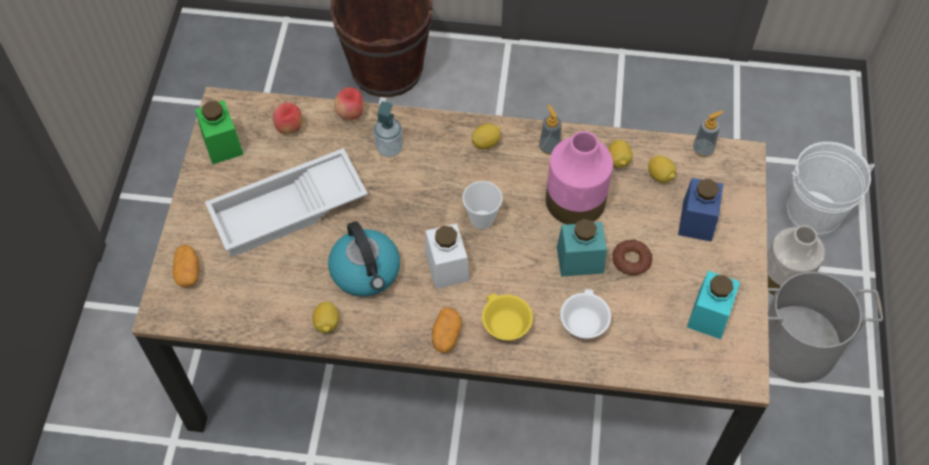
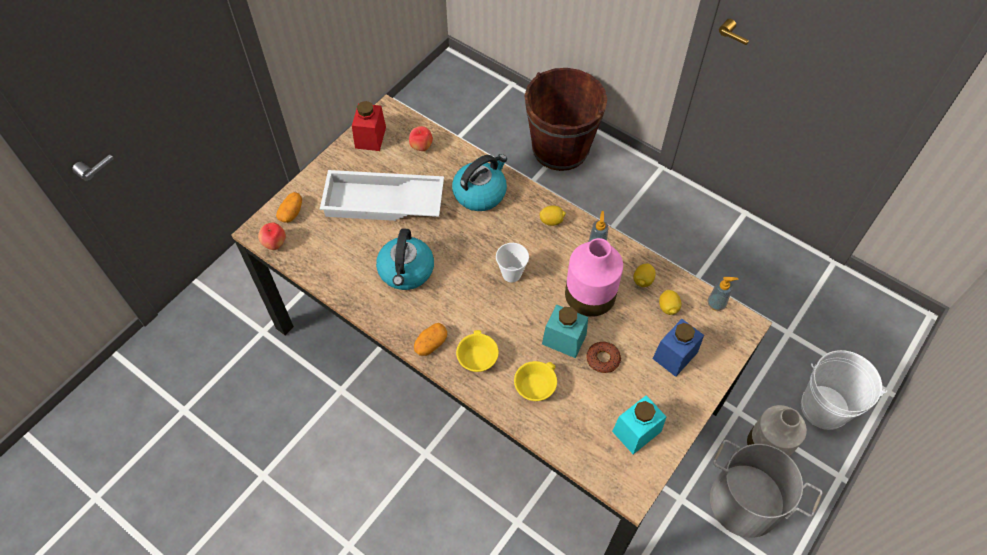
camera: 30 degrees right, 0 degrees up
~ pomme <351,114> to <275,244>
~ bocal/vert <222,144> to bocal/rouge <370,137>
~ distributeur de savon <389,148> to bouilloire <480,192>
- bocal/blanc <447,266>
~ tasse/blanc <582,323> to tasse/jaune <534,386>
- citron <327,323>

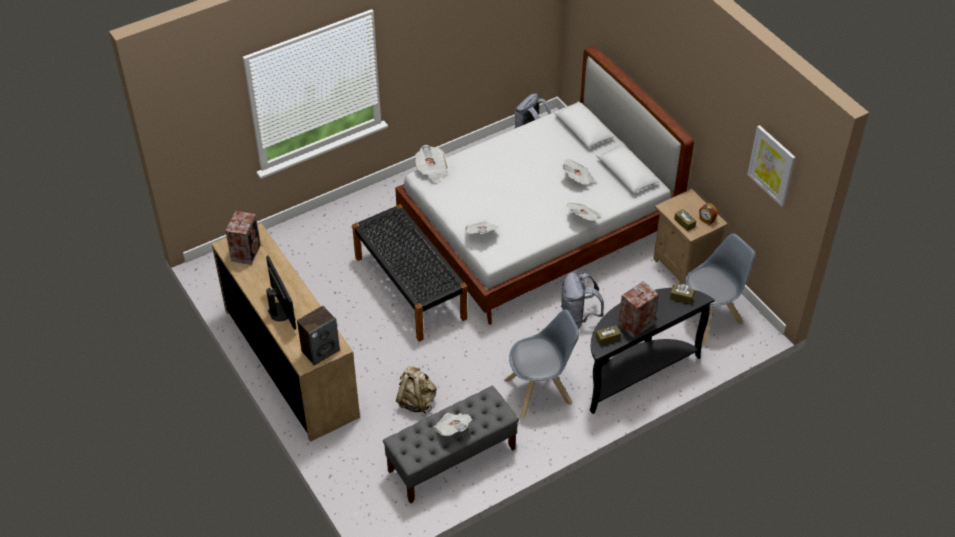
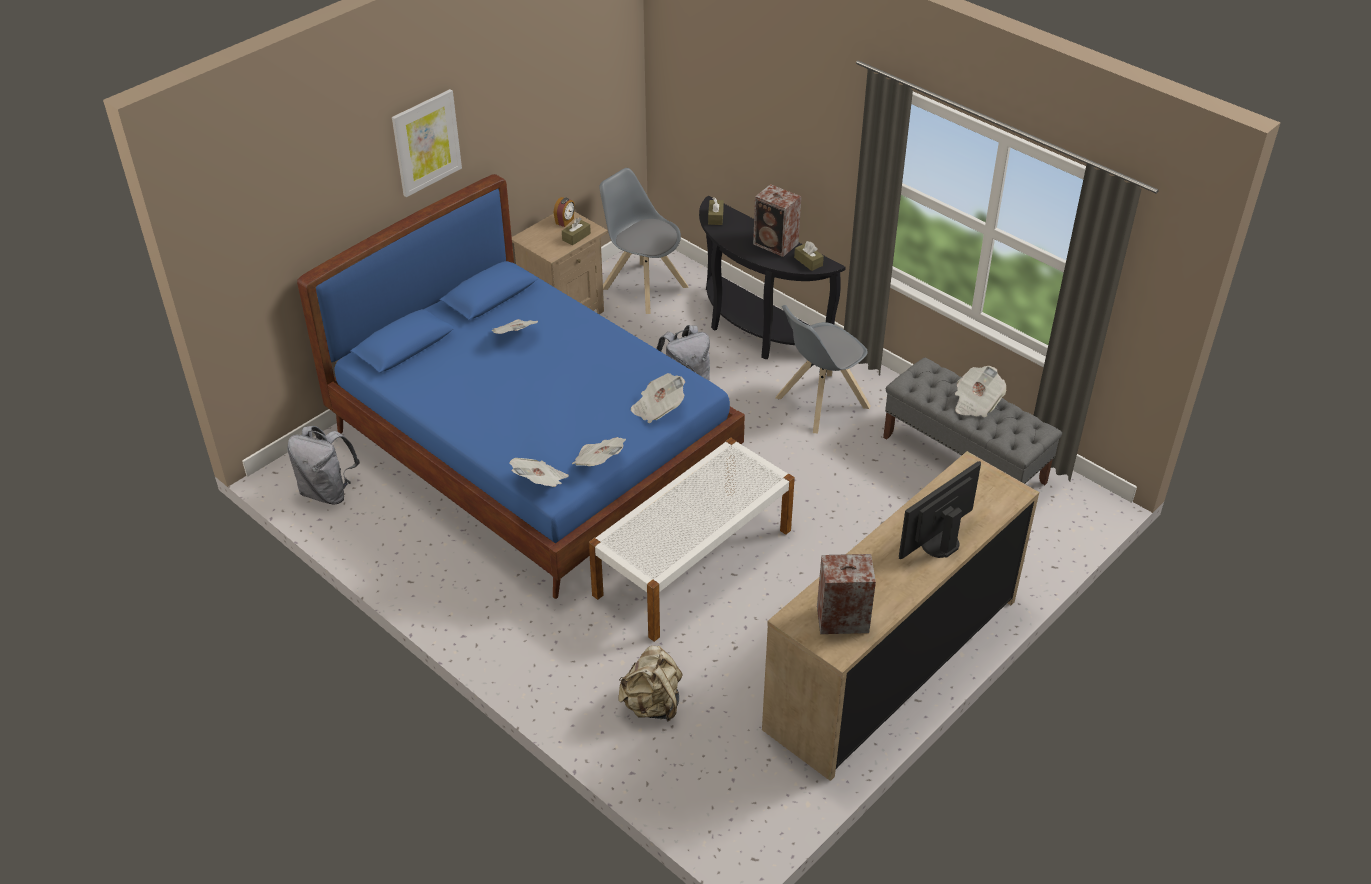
camera: 105 degrees left, 5 degrees down
~ lit/blanc <538,230> to lit/bleu <534,451>
~ tableau <772,165> to <426,142>
~ journal <584,218> to <599,462>
~ banc/noir <410,287> to banc/blanc <693,562>
- enceinte <320,350>
~ chaise/gris <540,391> = <820,403> 90 degrees counterclockwise
~ sac à dos/beige <416,401> to <652,704>

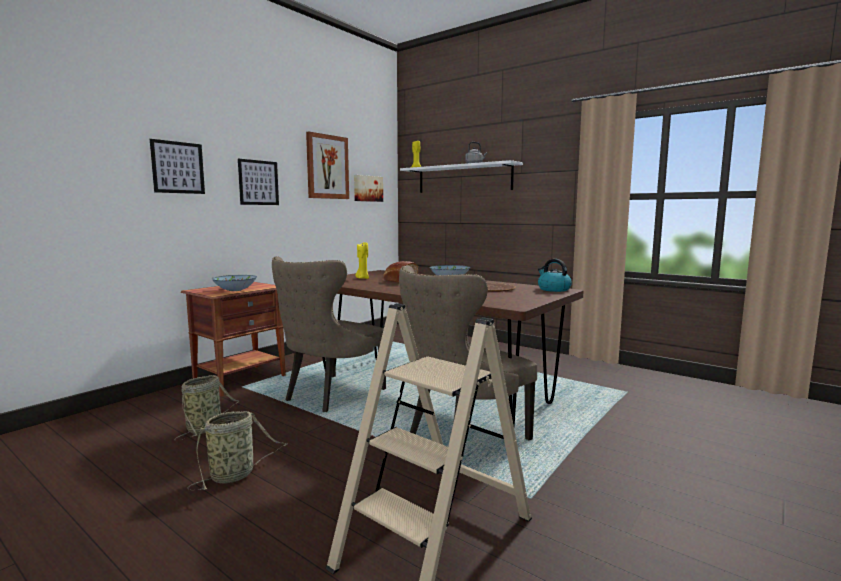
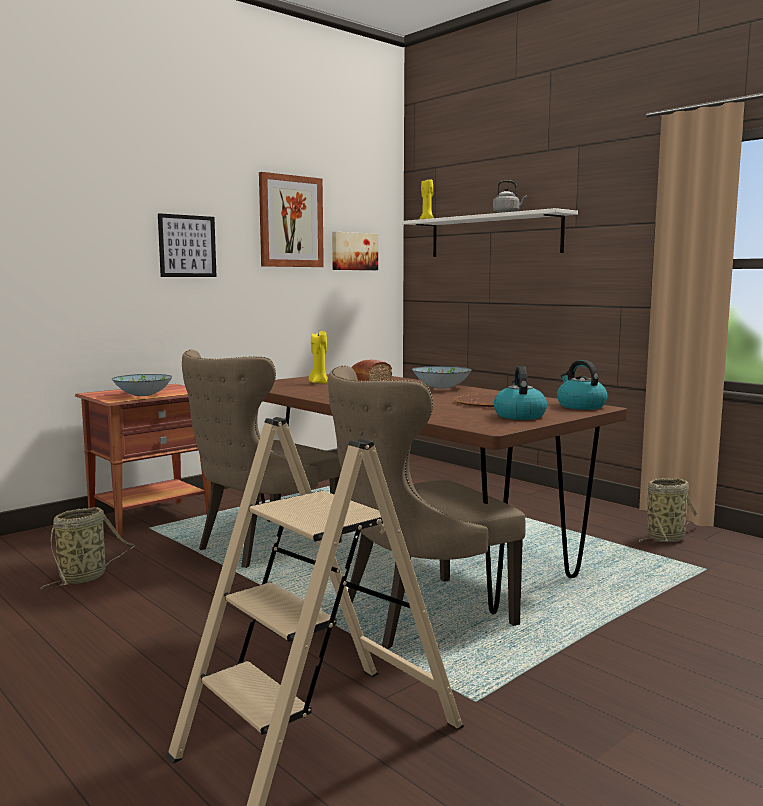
camera: 10 degrees right, 0 degrees up
- tableau <178,167>
~ panier <235,475> to <667,538>
+ bouilloire <519,416>

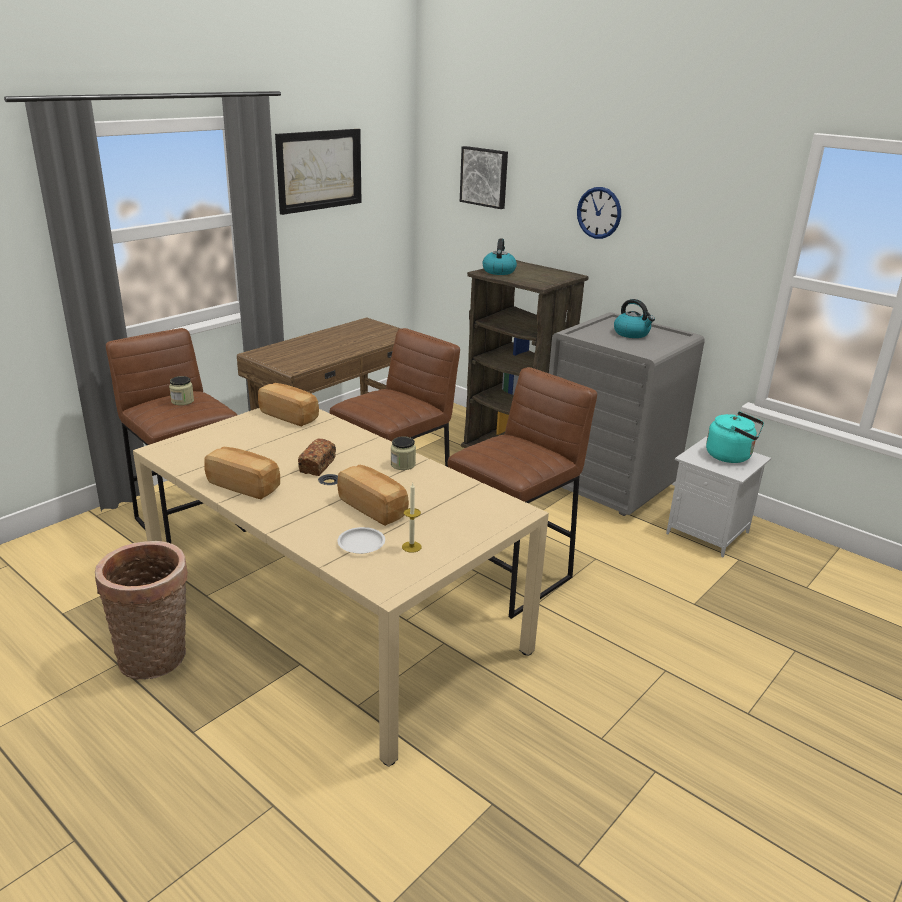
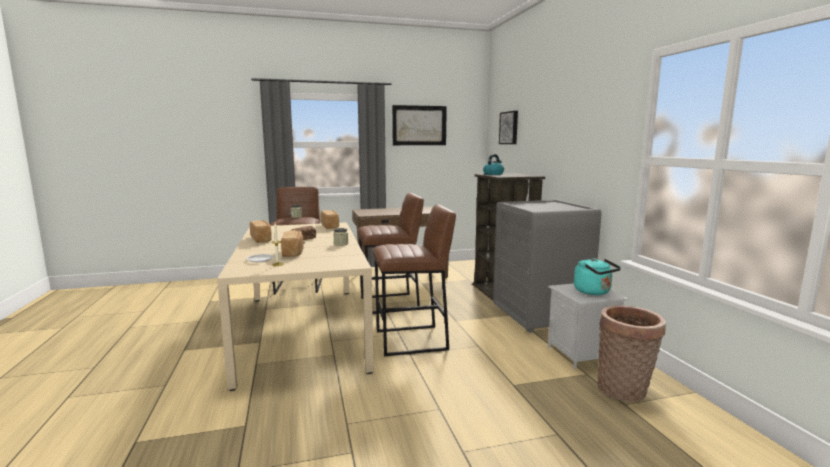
camera: 35 degrees right, 15 degrees down
- horloge murale <599,213>
- bouilloire <632,333>
~ panier <156,658> to <624,391>

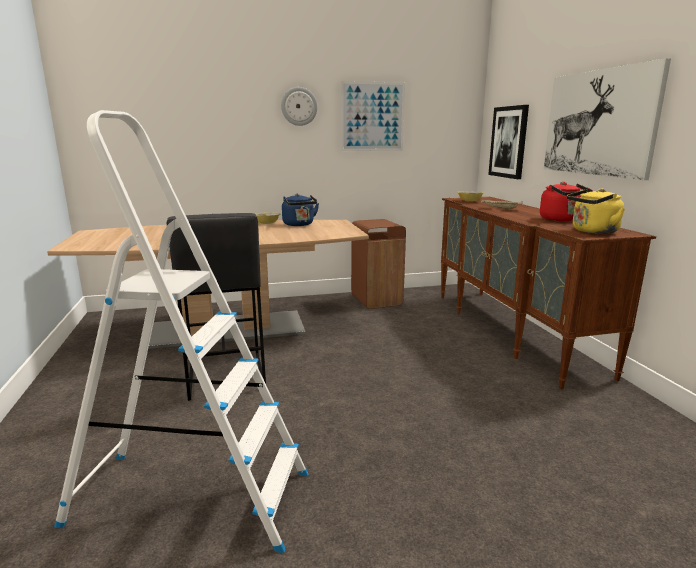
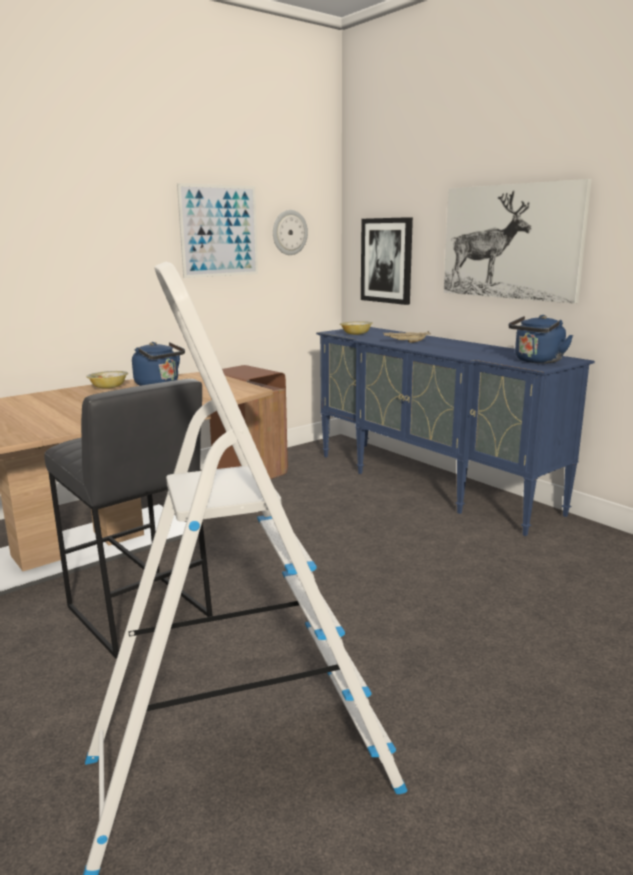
camera: 25 degrees left, 0 degrees up
~ horloge murale <299,106> to <289,232>
- bouilloire/rouge <561,220>
~ bouilloire/jaune <592,231> to bouilloire/bleu <537,361>
~ meuble de rangement/marron <510,331> to meuble de rangement/bleu <430,483>

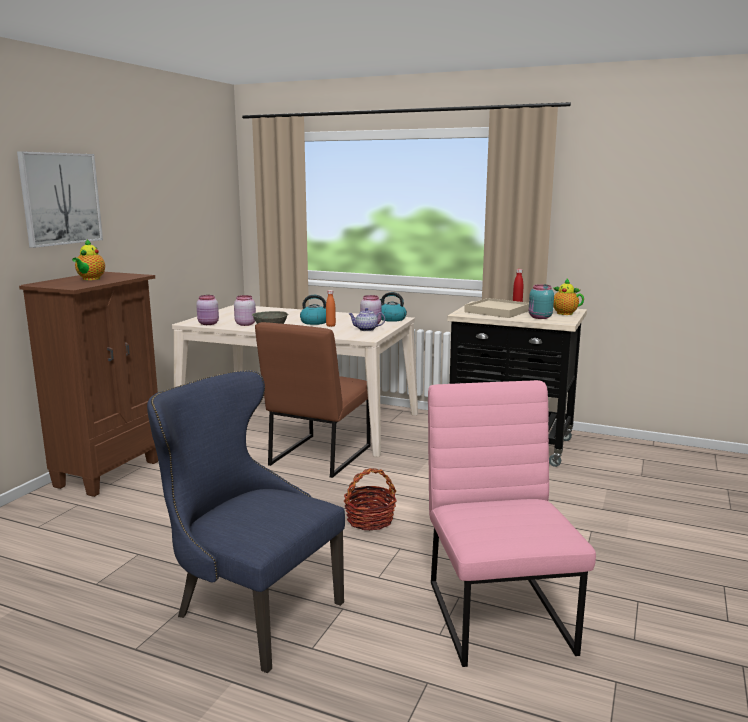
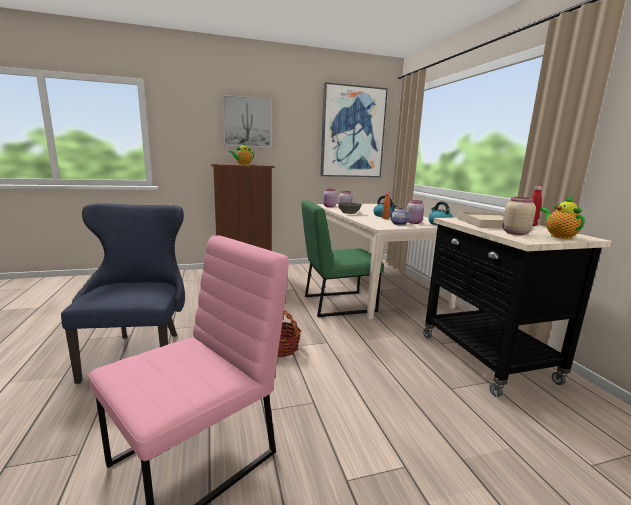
camera: 50 degrees right, 0 degrees up
~ bocal/turquoise <539,317> to bocal/beige <514,233>
~ chaise/marron <318,456> to chaise/vert <337,303>
+ tableau <352,132>

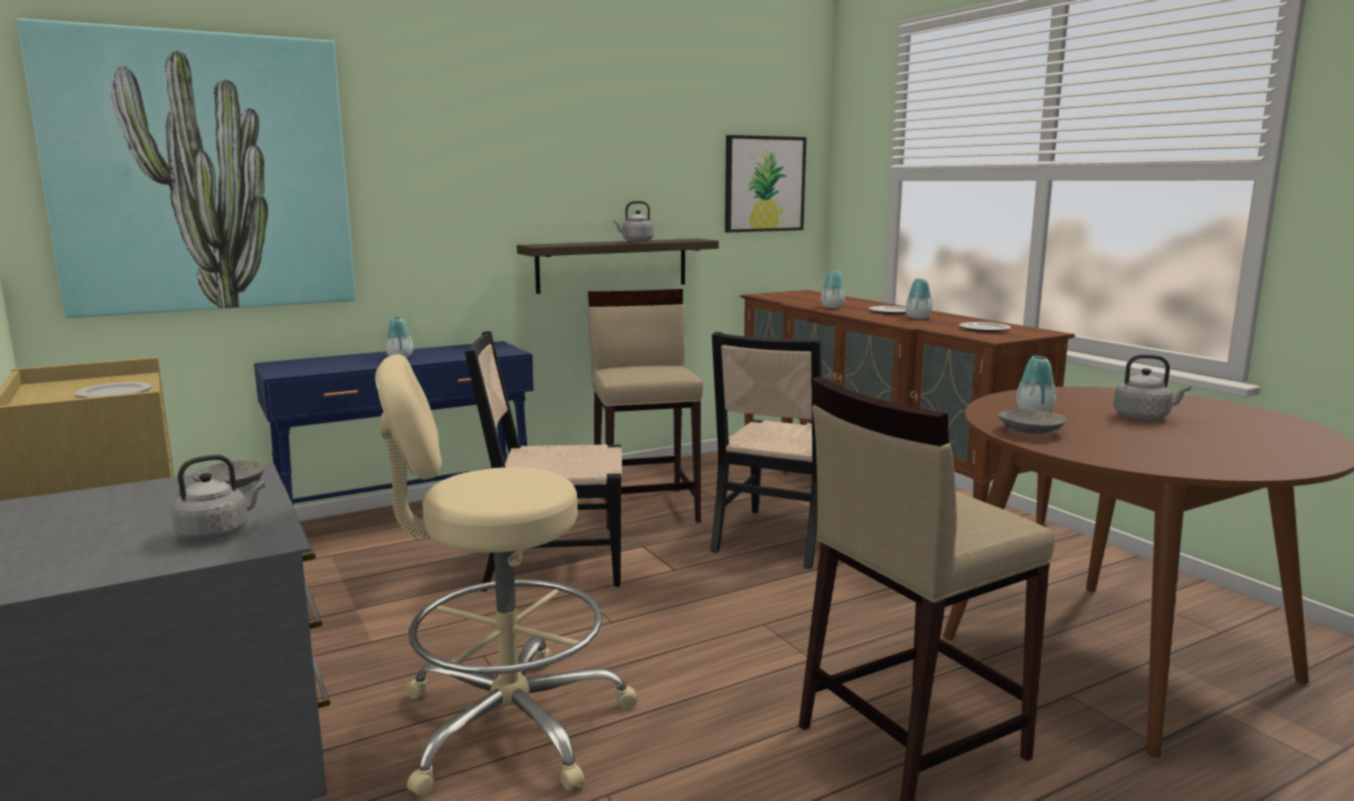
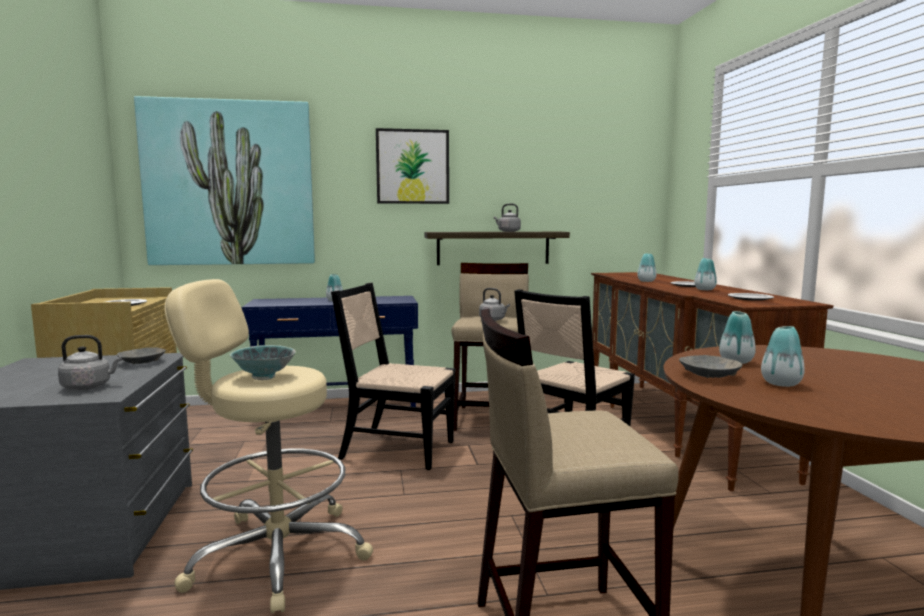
camera: 20 degrees right, 5 degrees down
~ tableau <764,184> to <412,167>
~ bouilloire/gris <1144,417> to <493,320>
+ vase <781,383>
+ bol <263,377>

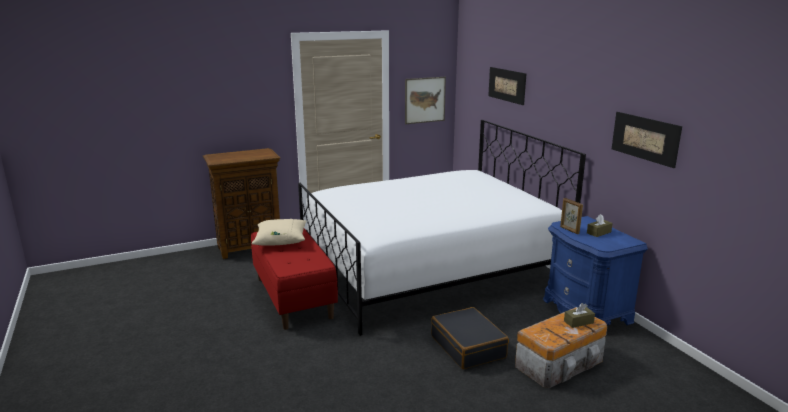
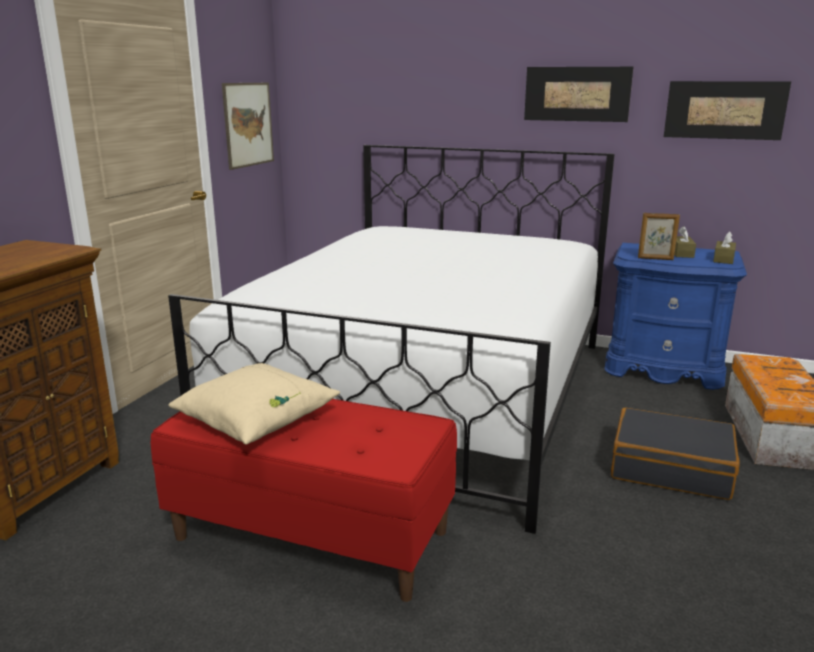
camera: 45 degrees left, 0 degrees up
~ tableau <507,85> to <577,94>
~ boîte à mouchoirs/marron <578,322> to <723,259>

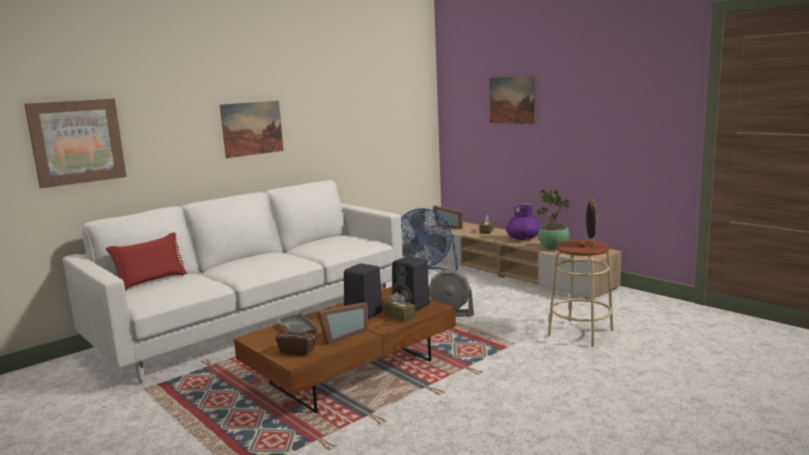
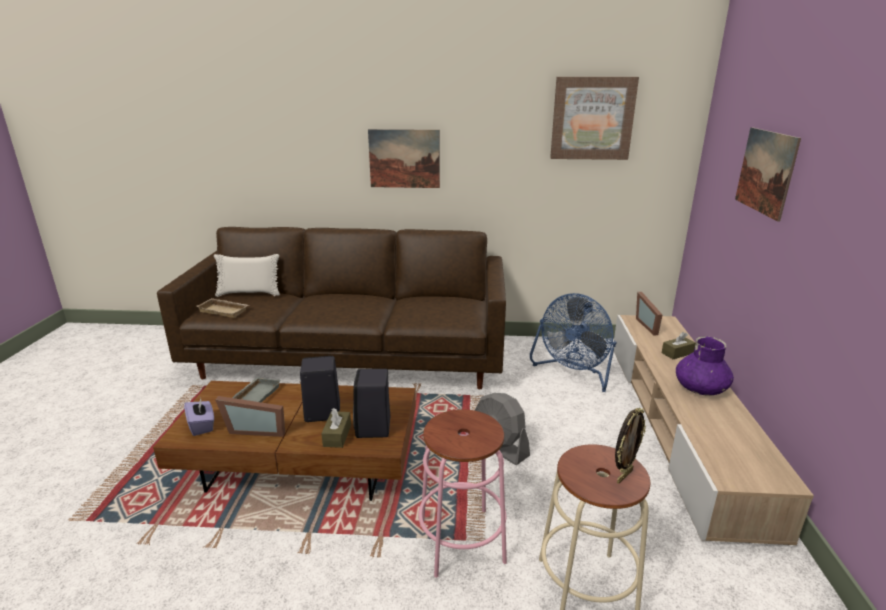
camera: 45 degrees right, 10 degrees up
~ tableau <77,142> to <592,118>
~ canapé/blanc <256,323> to canapé/marron <350,359>
- plante en pot <554,248>
~ coussin/rouge <151,282> to coussin/blanc <249,293>
~ boîte à mouchoirs/marron <297,351> to boîte à mouchoirs/violet <202,425>
+ plateau/beige <225,310>
+ tabouret/rose <461,541>

